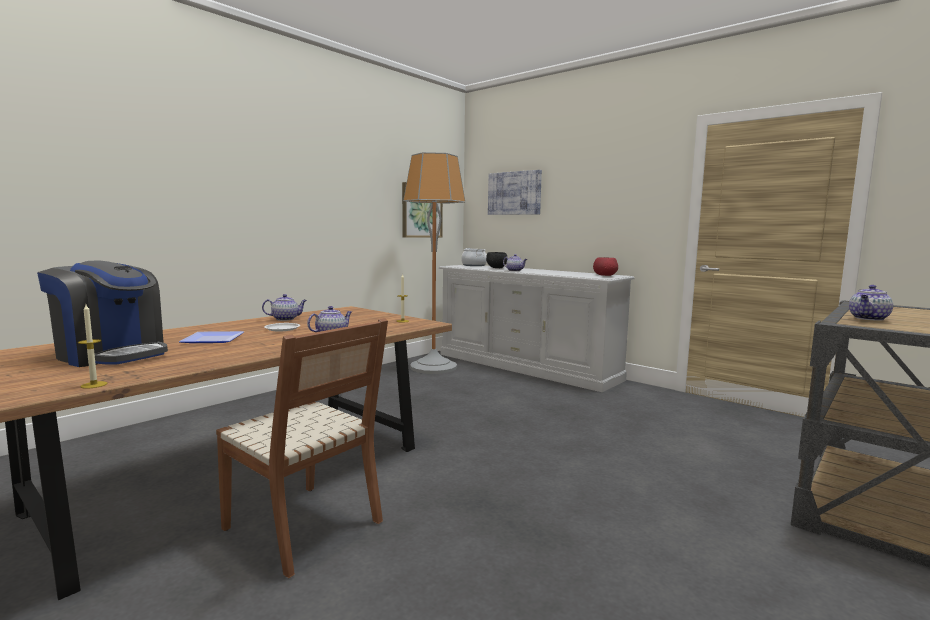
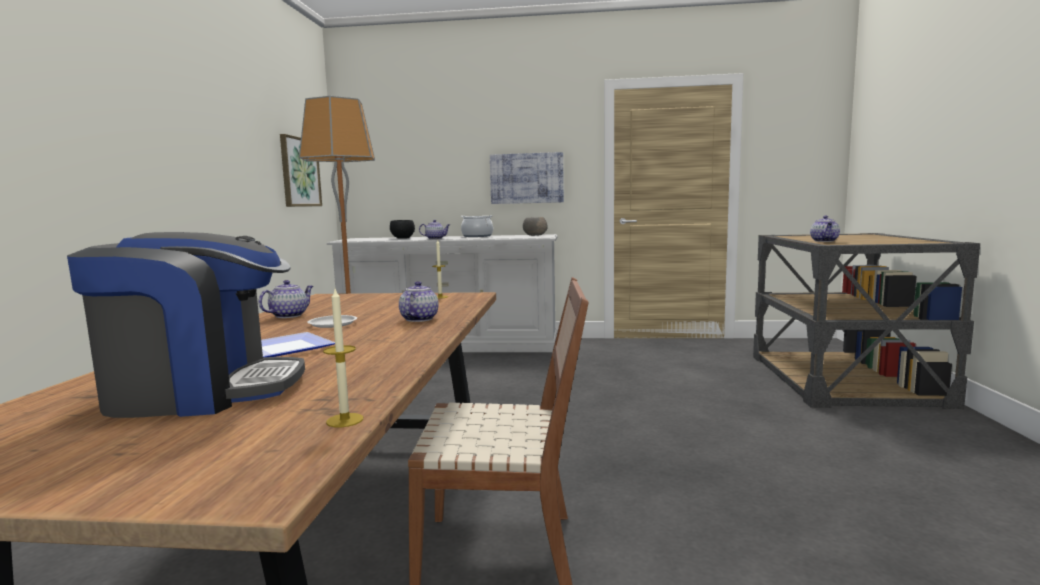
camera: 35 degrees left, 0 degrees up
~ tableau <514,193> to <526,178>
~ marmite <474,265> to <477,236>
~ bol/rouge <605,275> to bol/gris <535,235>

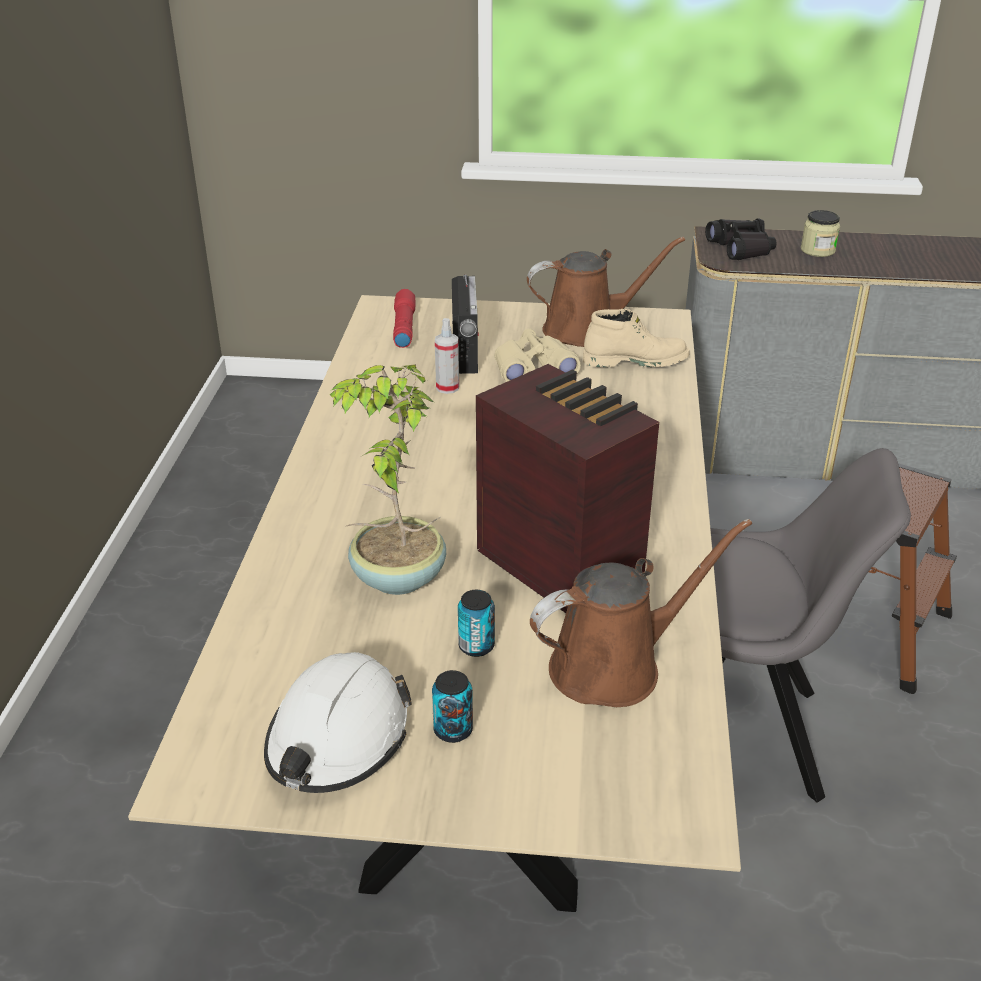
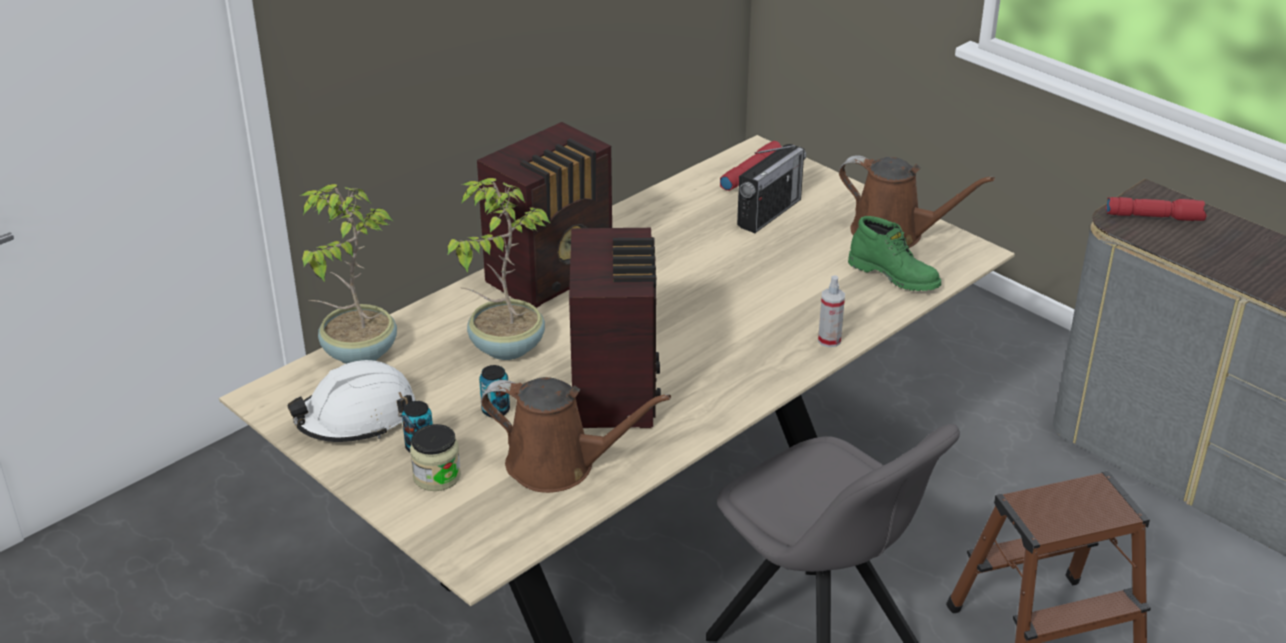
camera: 40 degrees right, 0 degrees up
~ bocal <817,250> to <437,476>
~ jumelles/noir <741,248> to lampe de poche/rouge <1154,217>
~ botte/beige <635,360> to botte/vert <895,275>
~ vaporisateur <447,387> to <829,340>
- jumelles/beige <533,369>
+ radio <553,275>
+ plante en pot <358,353>

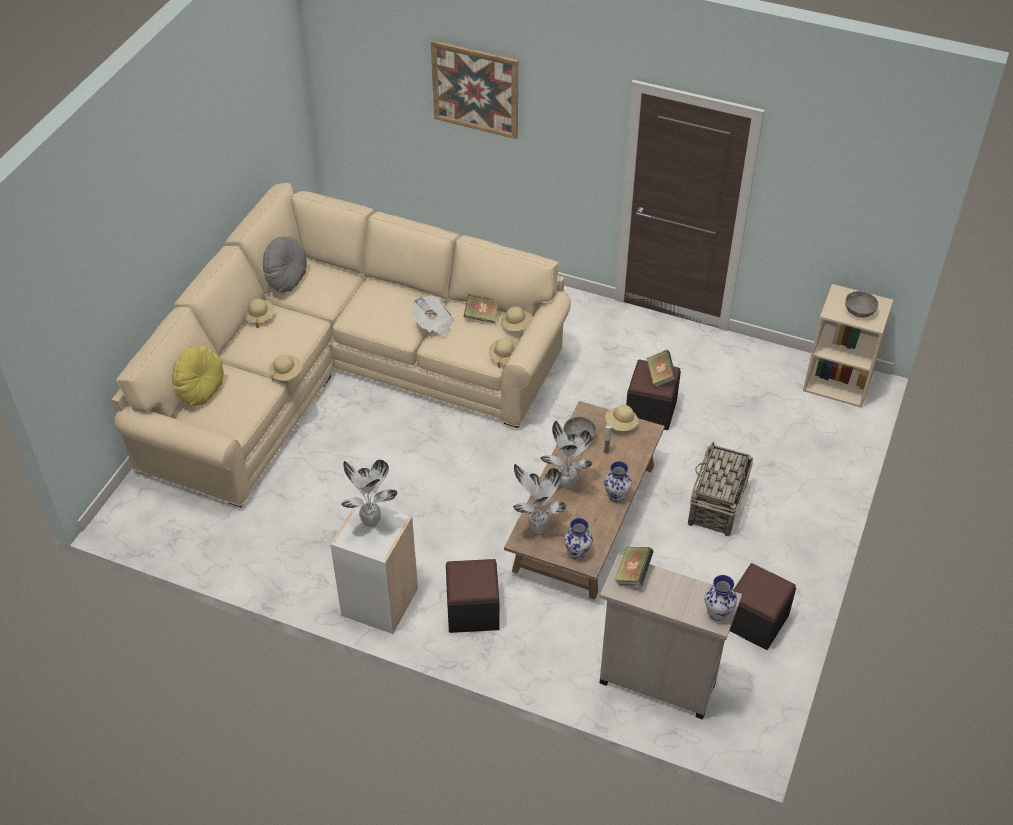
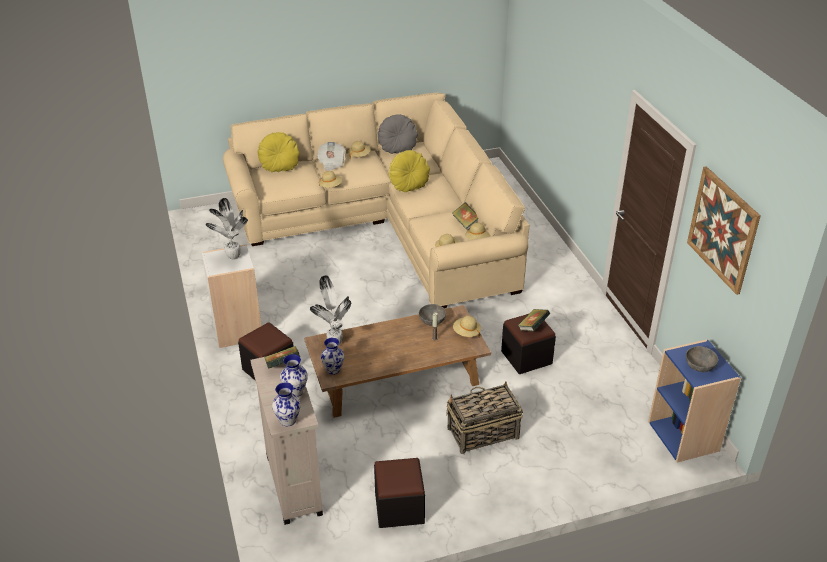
camera: 50 degrees right, 10 degrees down
~ tableau <475,89> to <722,229>
~ bibliothèque/beige <838,382> to bibliothèque/bleu <684,436>
~ journal <433,324> to <331,163>
- plante en pot <566,484>
~ vase <616,496> to <295,392>
+ coussin/jaune <409,187>

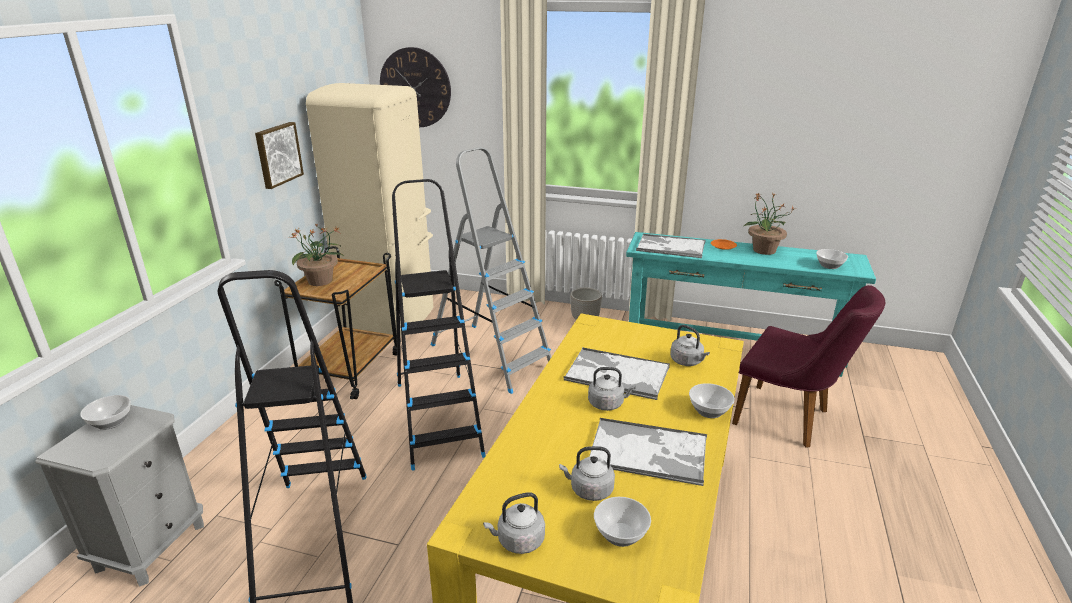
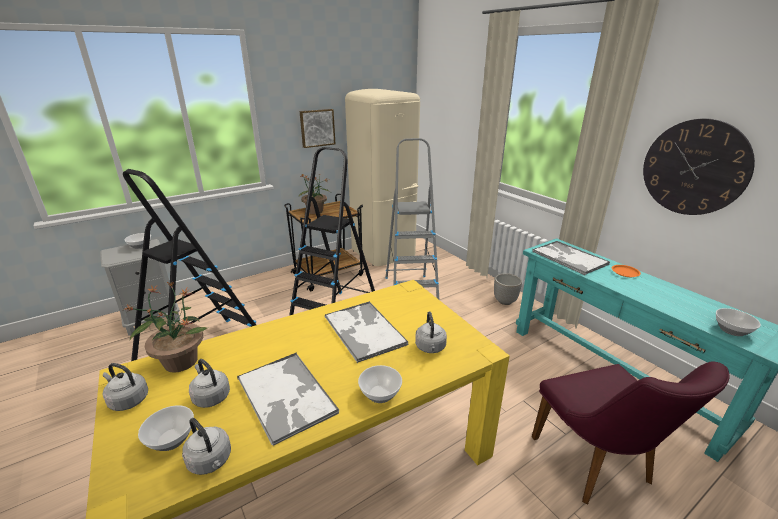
camera: 40 degrees right, 0 degrees up
~ horloge murale <415,88> to <694,168>
~ plante en pot <763,250> to <180,361>
~ bouilloire/gris <608,404> to <211,461>

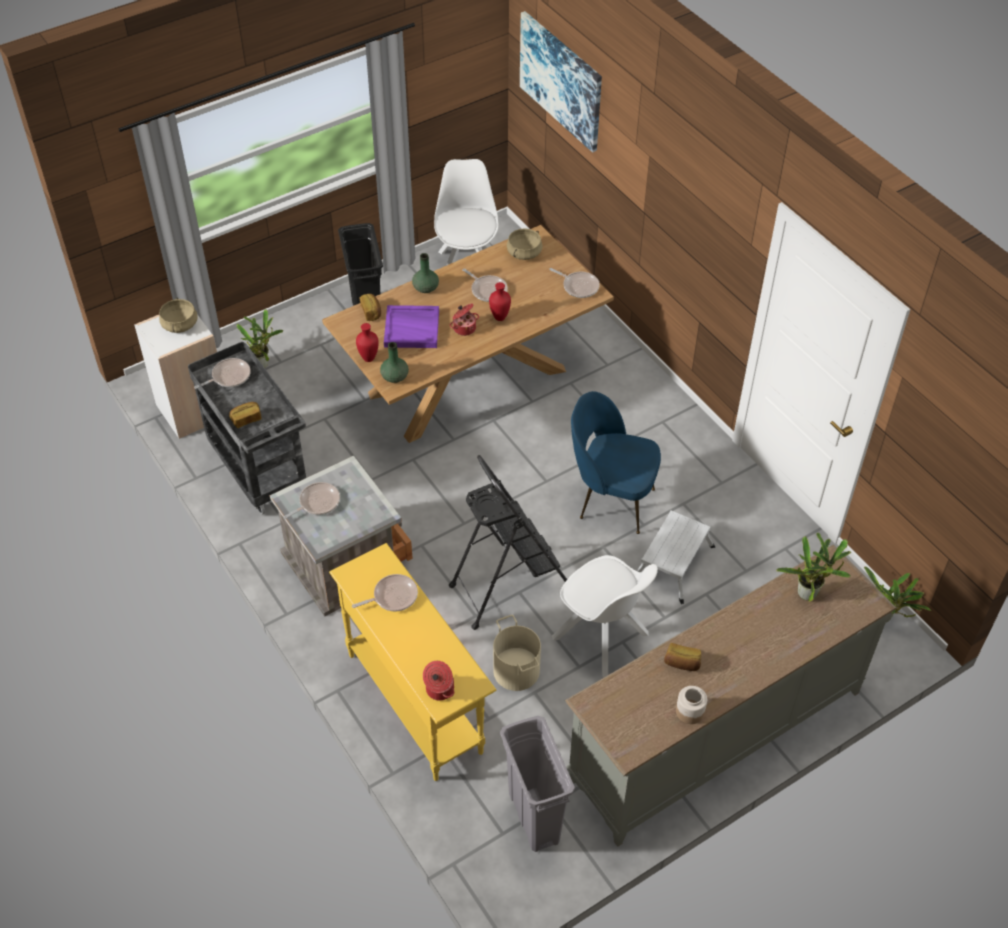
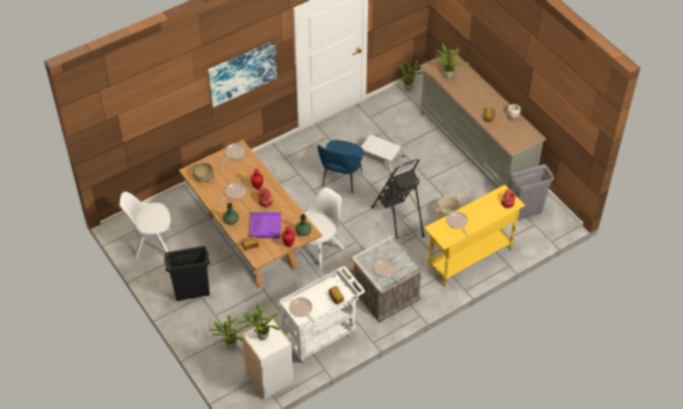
camera: 90 degrees left, 0 degrees up
~ tableau <561,80> to <242,73>
~ marmite/beige <179,324> to plante en pot <261,336>
~ chariot/noir <261,475> to chariot/blanc <322,337>
~ chaise/blanc <601,637> to <320,249>

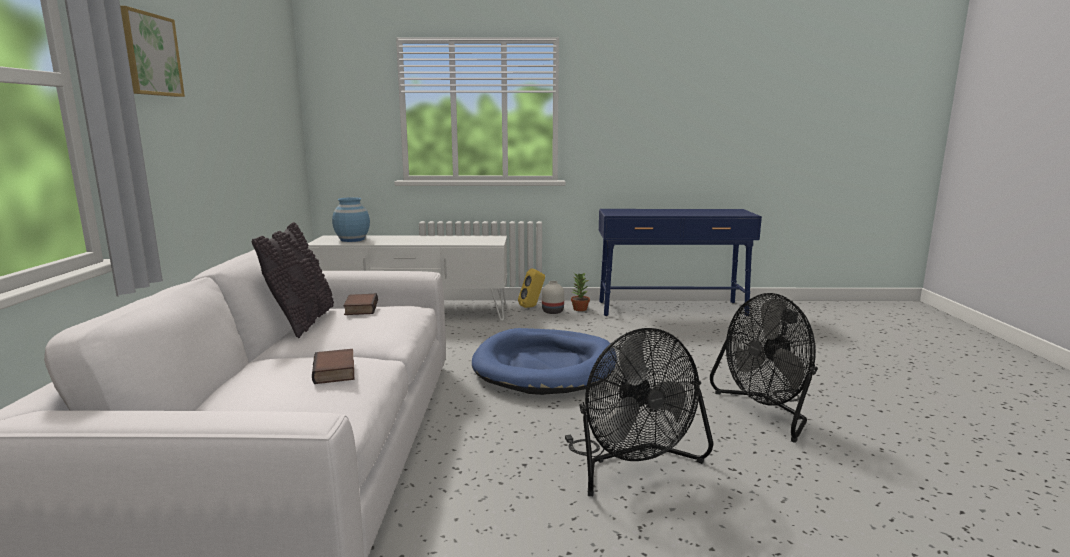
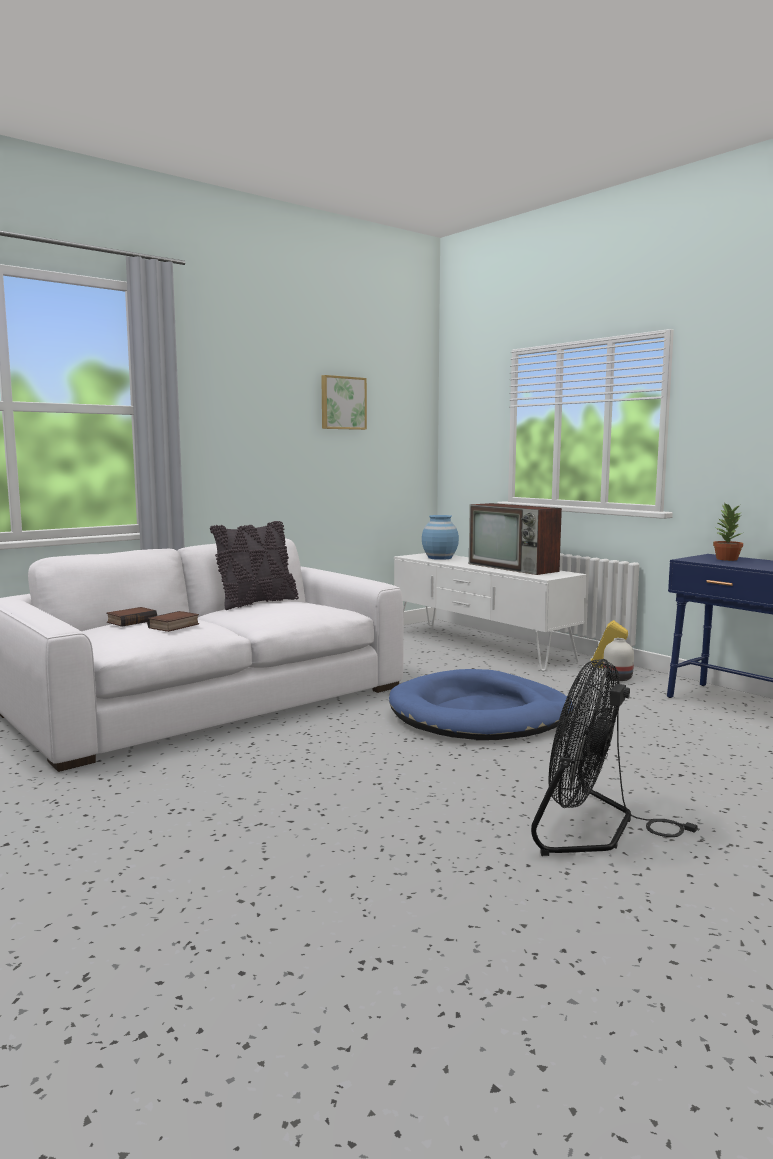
camera: 50 degrees right, 5 degrees down
~ tableau <148,54> to <342,403>
~ plante en pot <579,309> to <726,559>
~ livre <360,308> to <131,621>
- ventilateur/noir <628,465>
+ téléviseur <514,568>

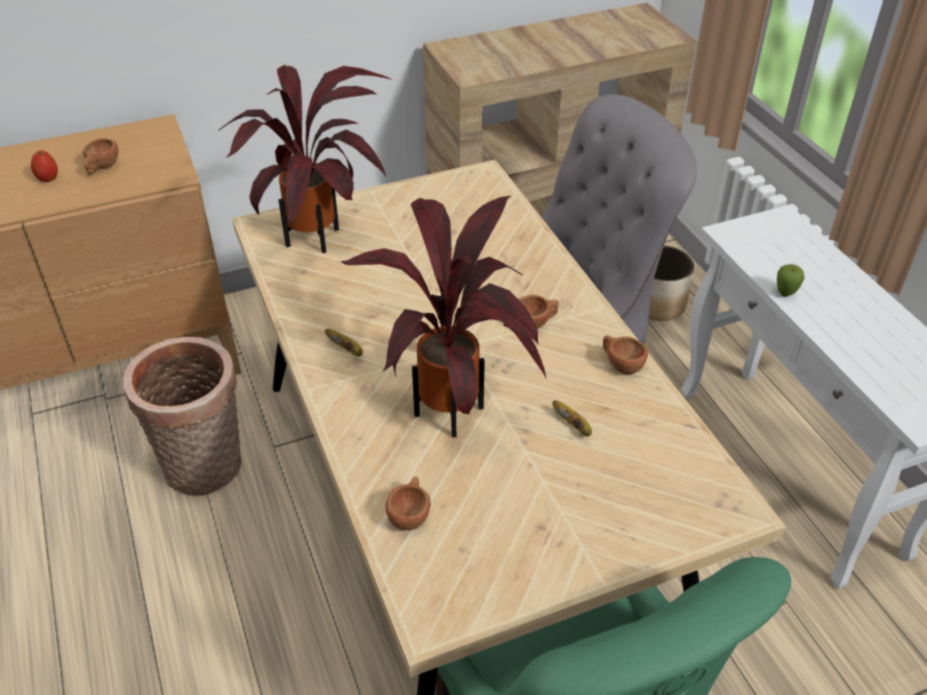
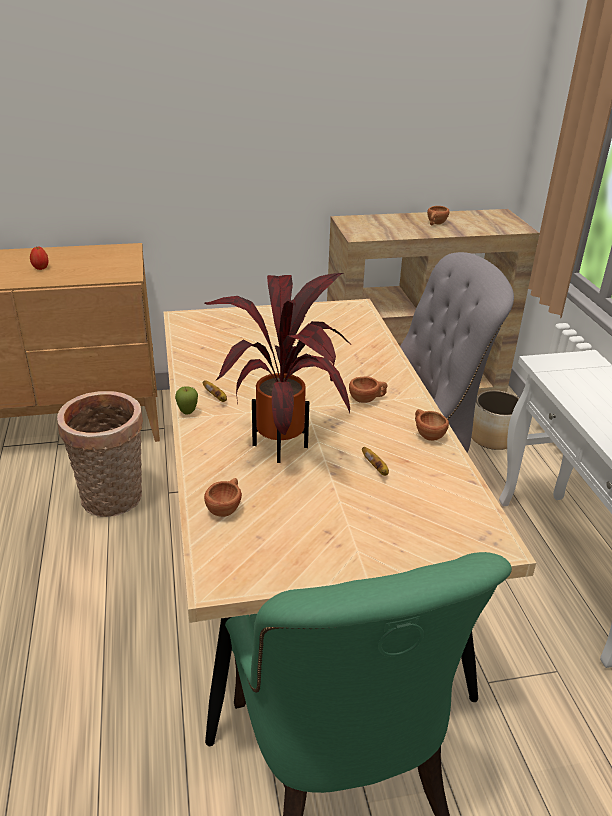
camera: 10 degrees right, 10 degrees down
- plante en pot <317,240>
~ tasse/marron <102,168> to <435,224>
~ pomme <785,294> to <187,413>

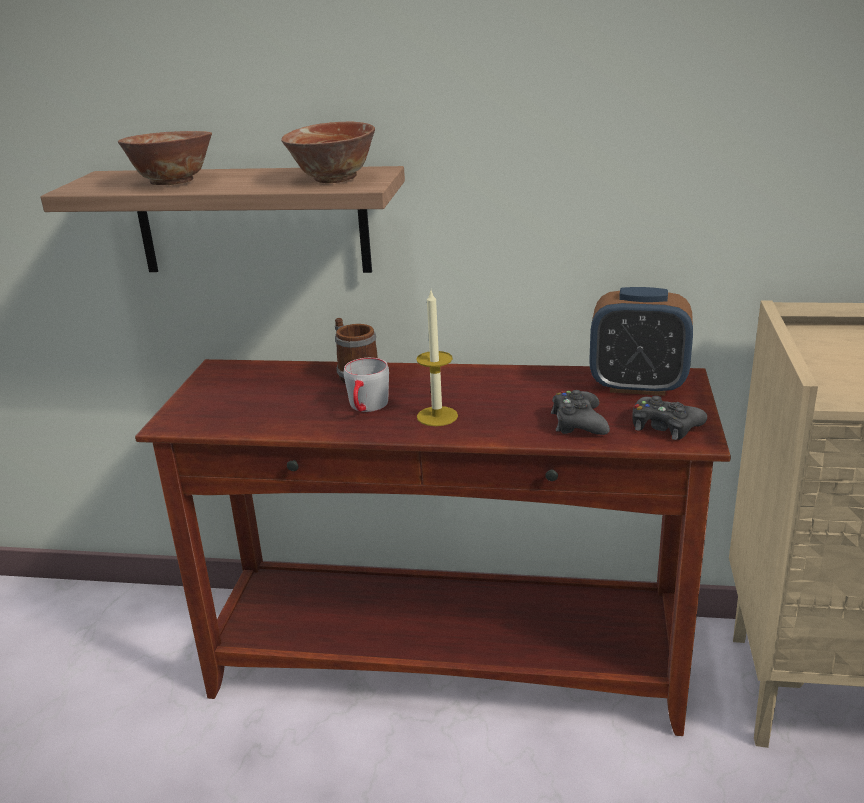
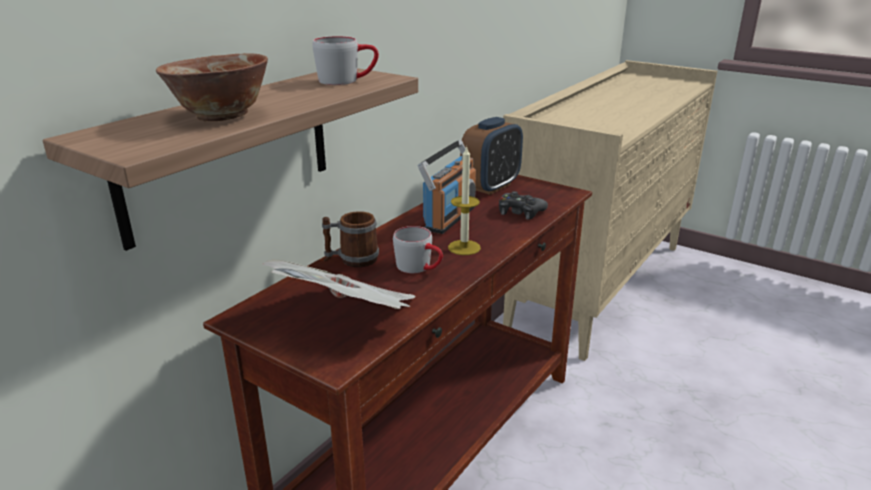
camera: 65 degrees left, 0 degrees up
~ bol <334,179> to mug/gris <347,80>
- manette/noir <664,426>
+ radio <449,217>
+ journal <348,318>

